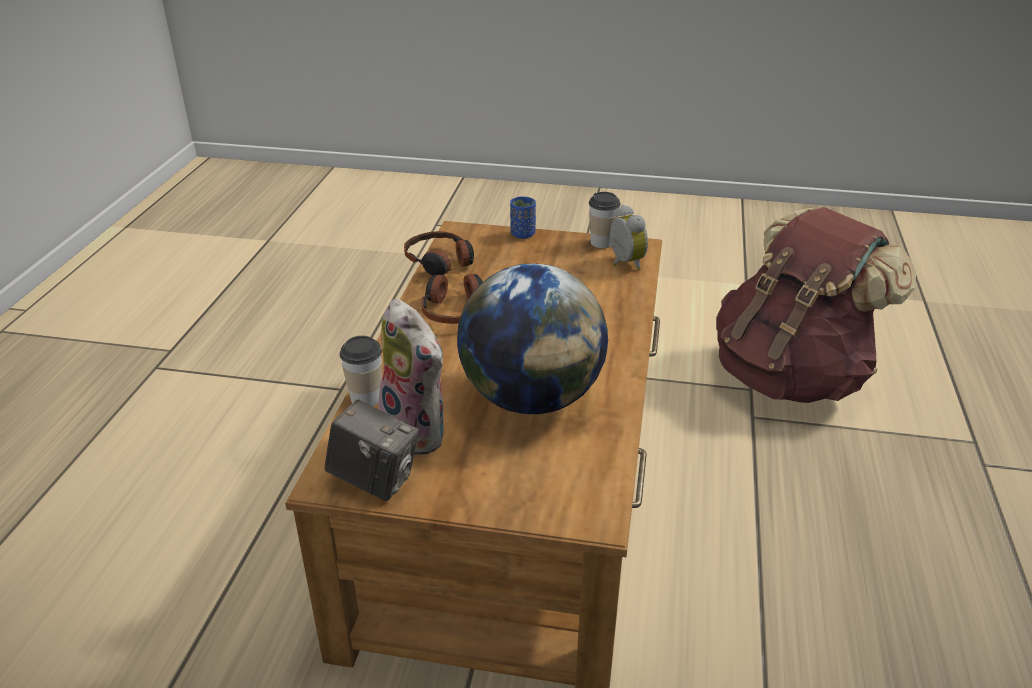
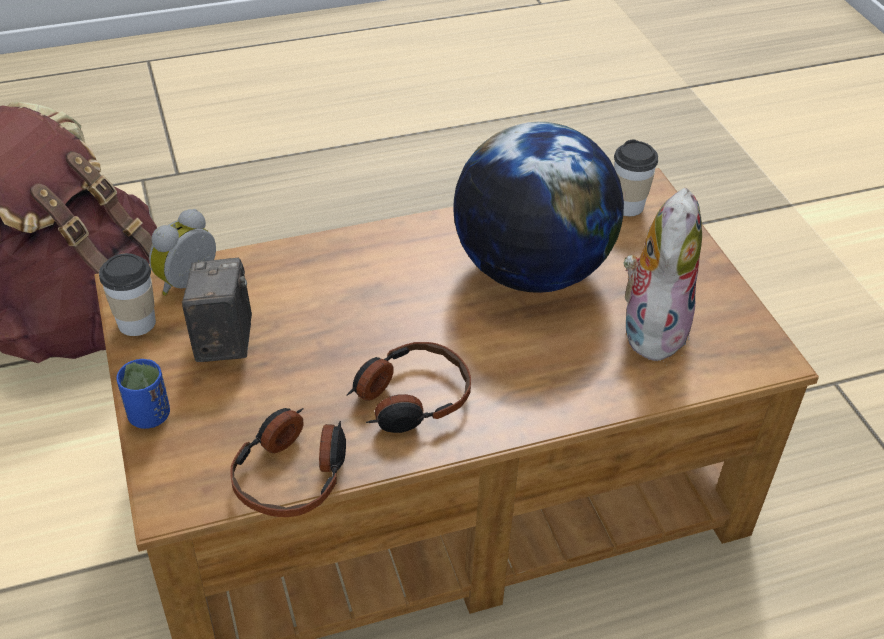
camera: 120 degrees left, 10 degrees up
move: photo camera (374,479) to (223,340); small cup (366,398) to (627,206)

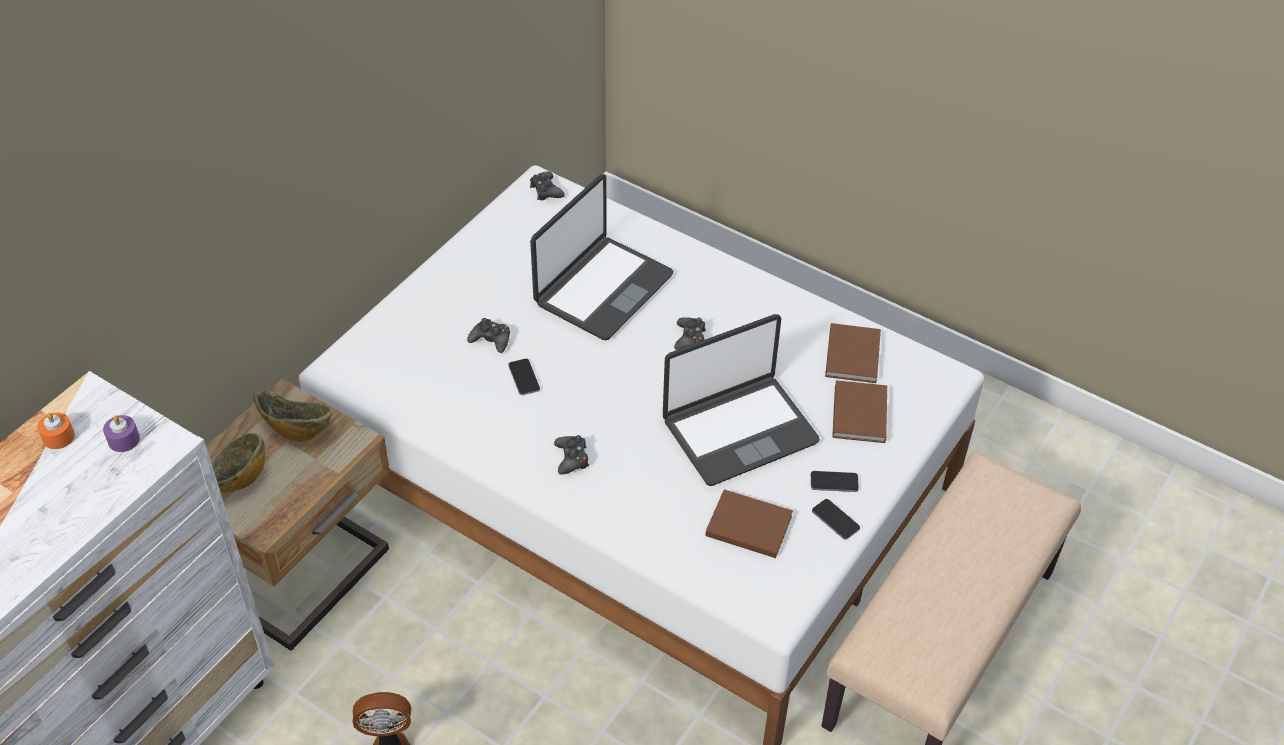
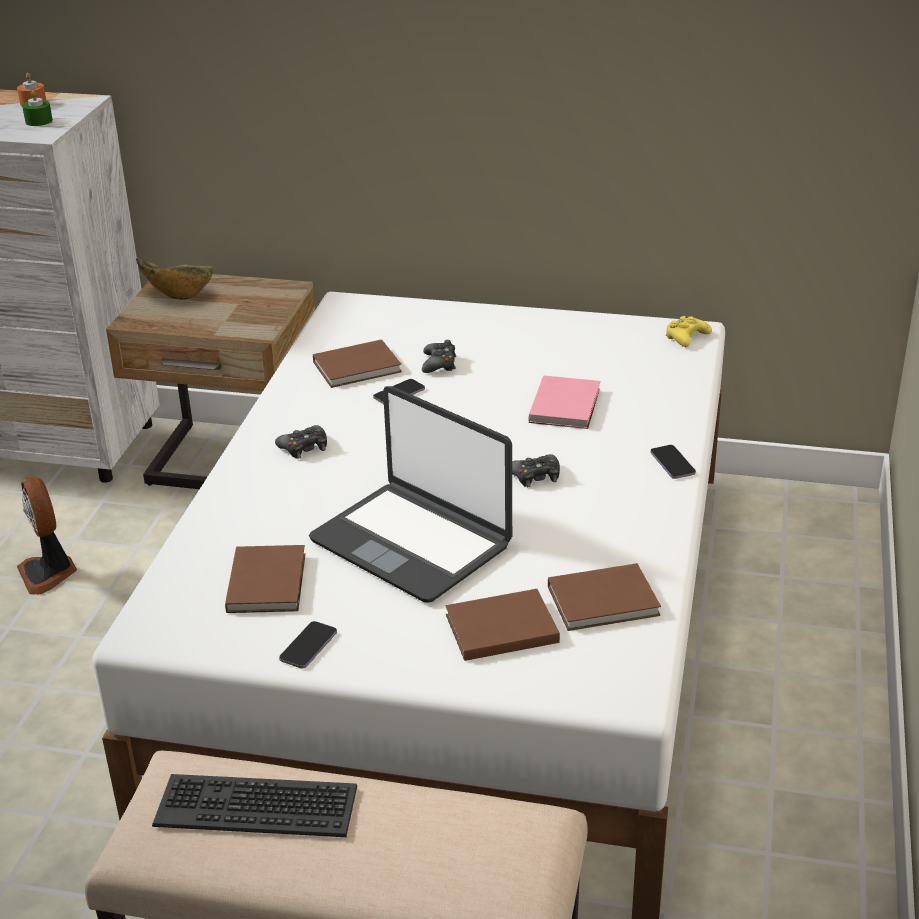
camera: 70 degrees right, 15 degrees down
delete: bowl (296,430)
insert: PC keyboard (257,806); brown-coloured bound book (359,367)
move: phone (834,482) to (672,463)
replace: laptop (602,289) to pink bound book (566,404)
recolor: purple-coloured candle (124,440) to greenish candle (39,121); black gamepad (546,190) to yellow-coloured gamepad (686,337)

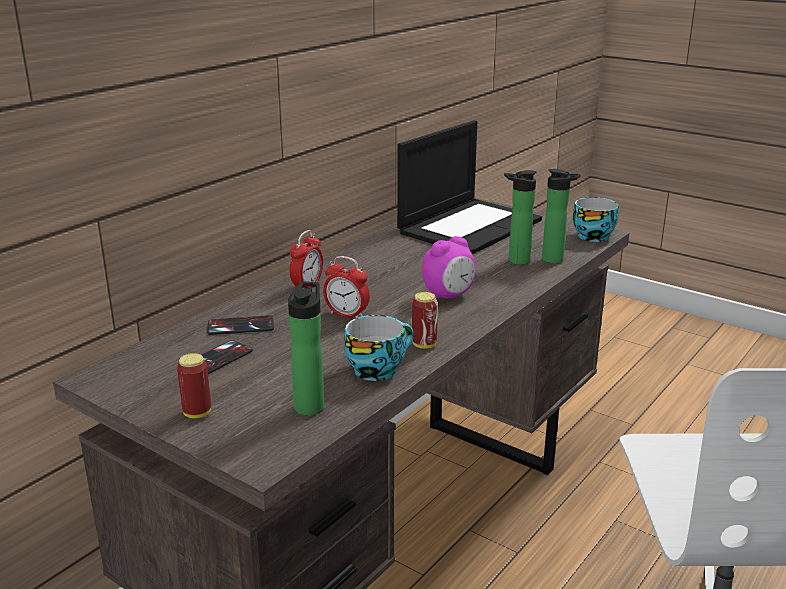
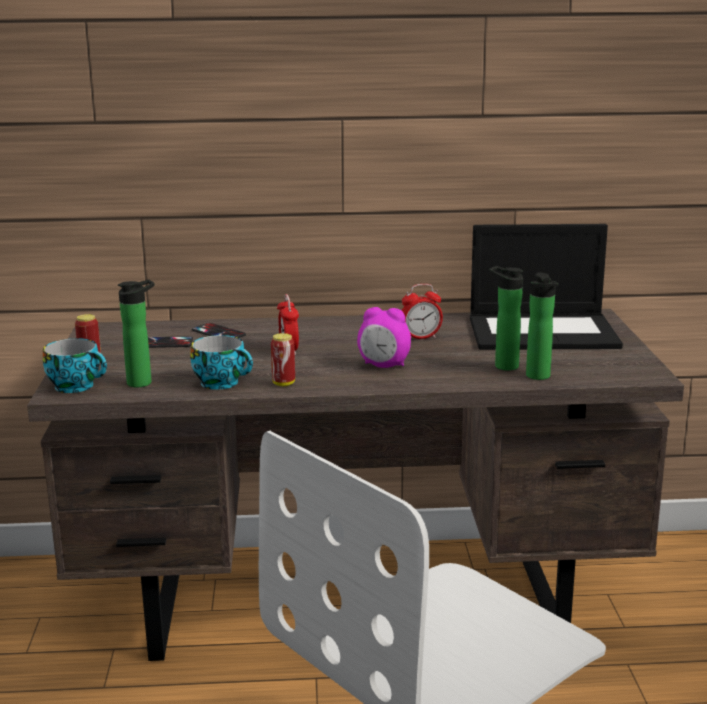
camera: 50 degrees right, 5 degrees down
move: table clock (307,287) to (421,337); small cup (594,235) to (77,386)

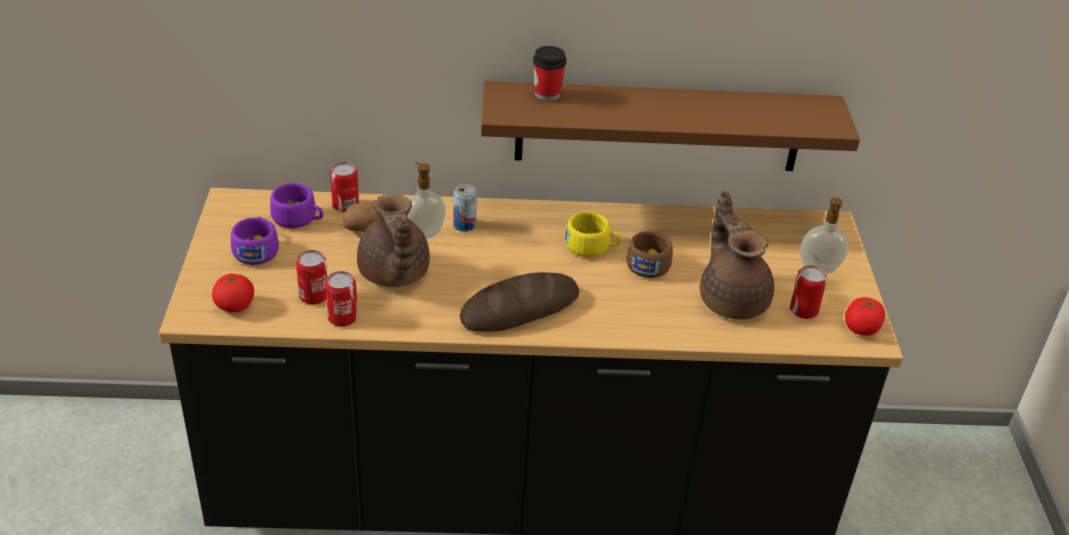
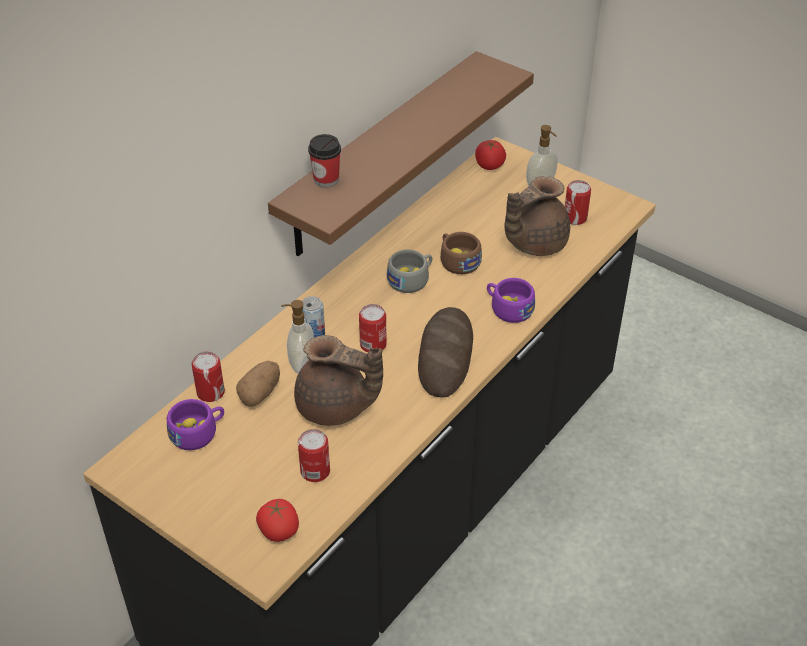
camera: 50 degrees left, 5 degrees up
move: purple-coloured small cup (257,249) to (508,308); metal can (342,317) to (373,344); fresh tomato (861,328) to (489,165)
recolor: yellow-coloured small cup (592,247) to gray small cup (411,279)
rotate: brown-coloured pot for tea (732,298) = (533,243) 60 degrees counterclockwise

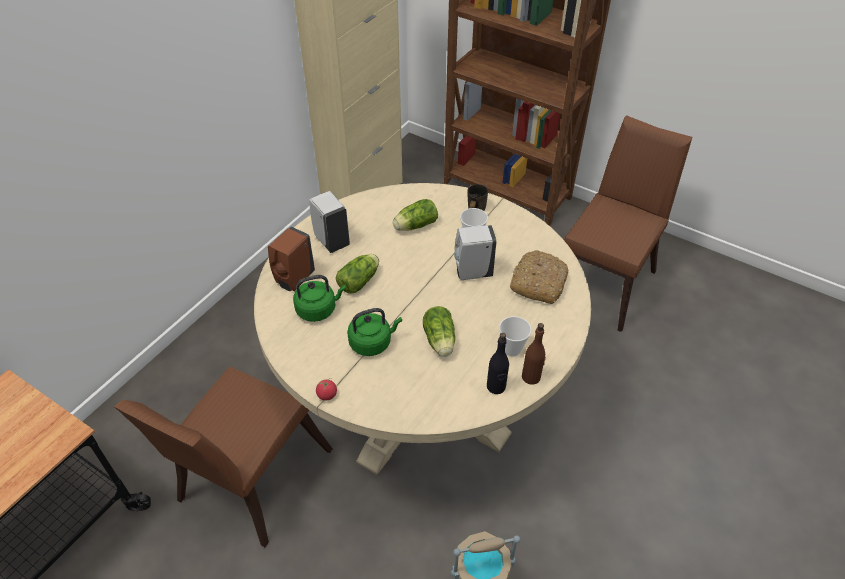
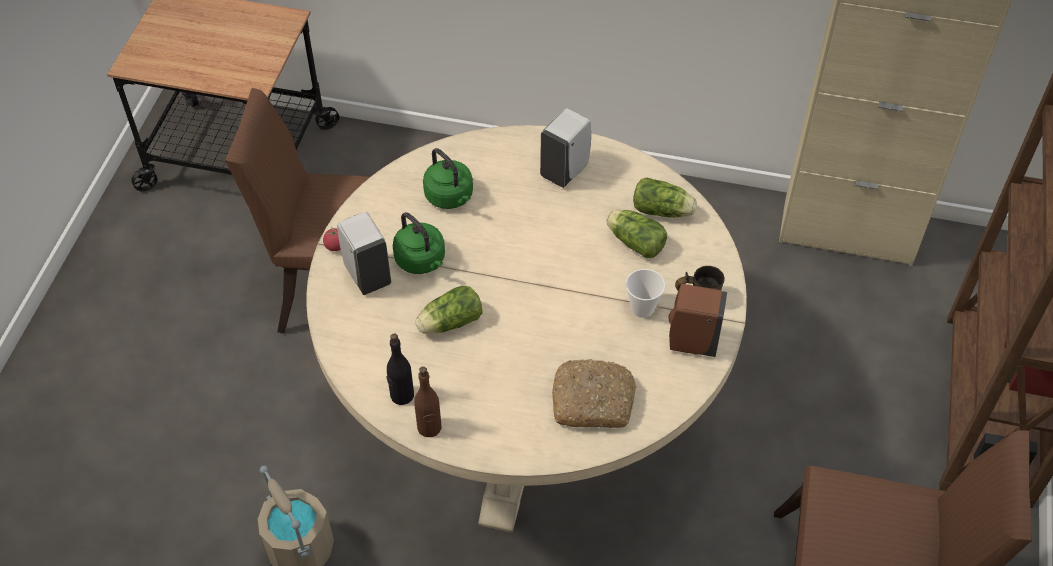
camera: 70 degrees right, 5 degrees up
delete: small cup (512,349)
move: brown-coloured soap bottle (294,280) to (690,343); lettuce (360,280) to (664,211); white-coloured soap bottle (471,273) to (367,274)

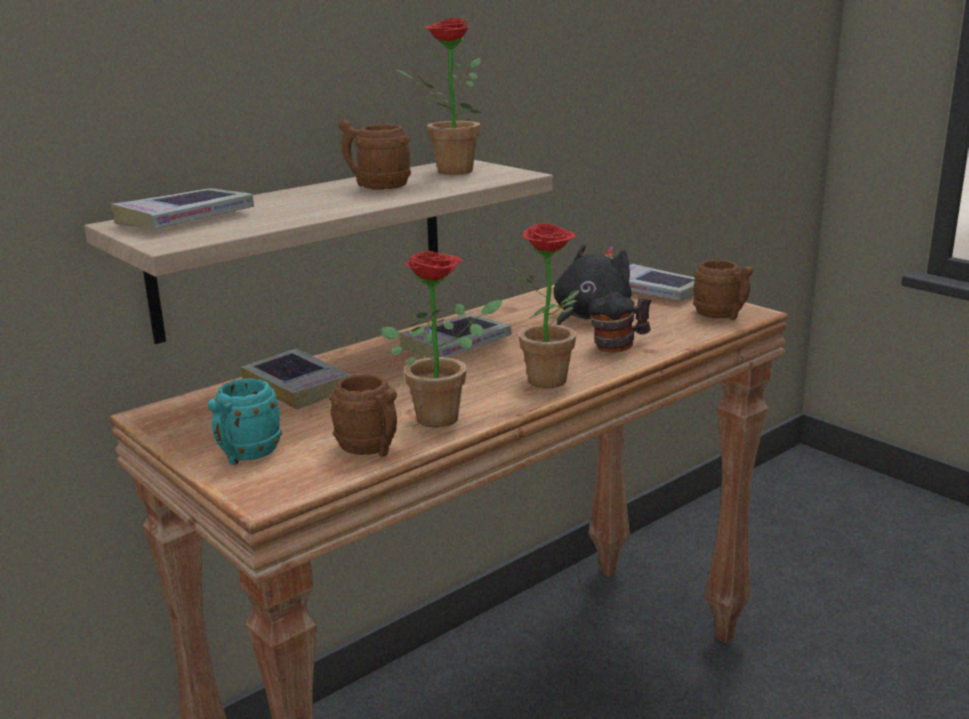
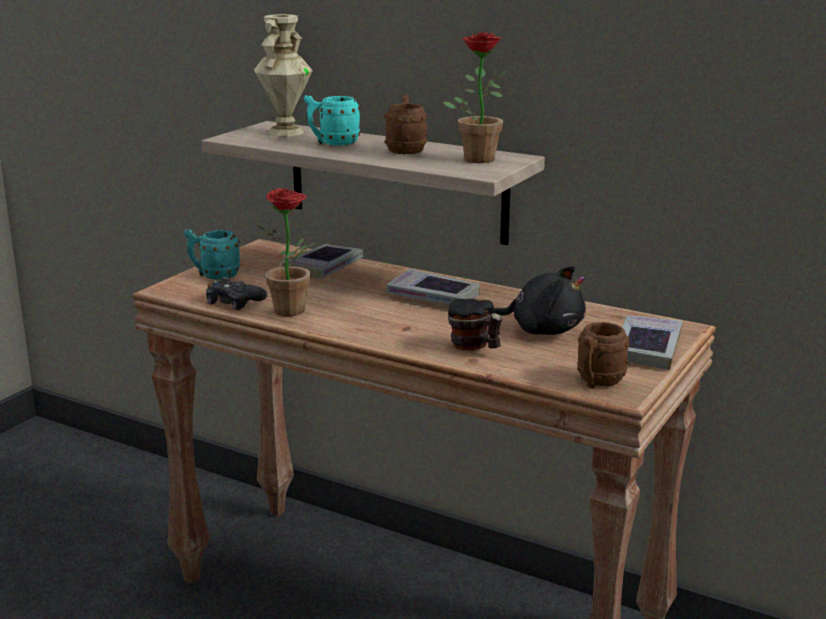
camera: 70 degrees right, 0 degrees up
delete: plant in a pot (553,383)
insert: turquoise coffee mug (332,143)
replace: bound book (185,219) to beige flower vase (285,132); brown-coloured coffee mug (372,449) to black gamepad (234,302)

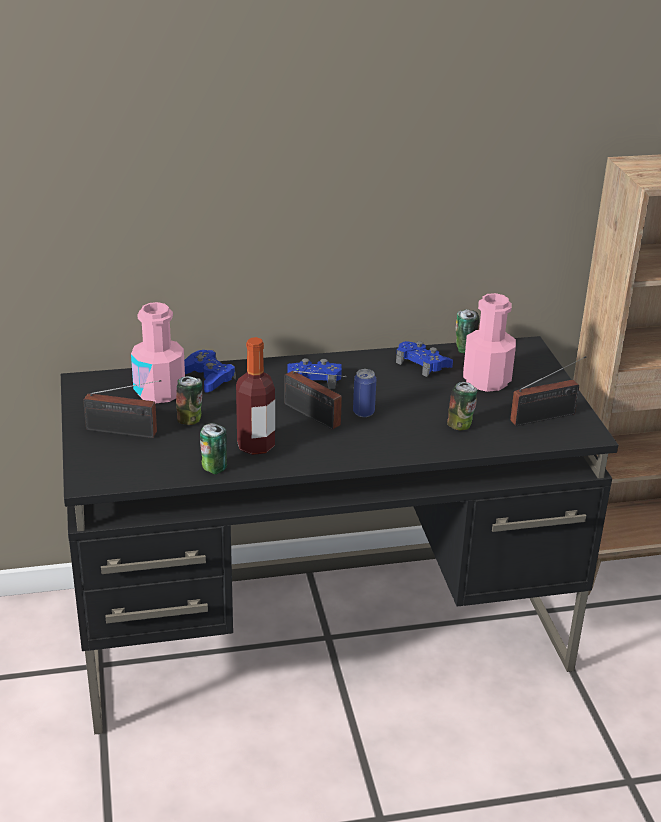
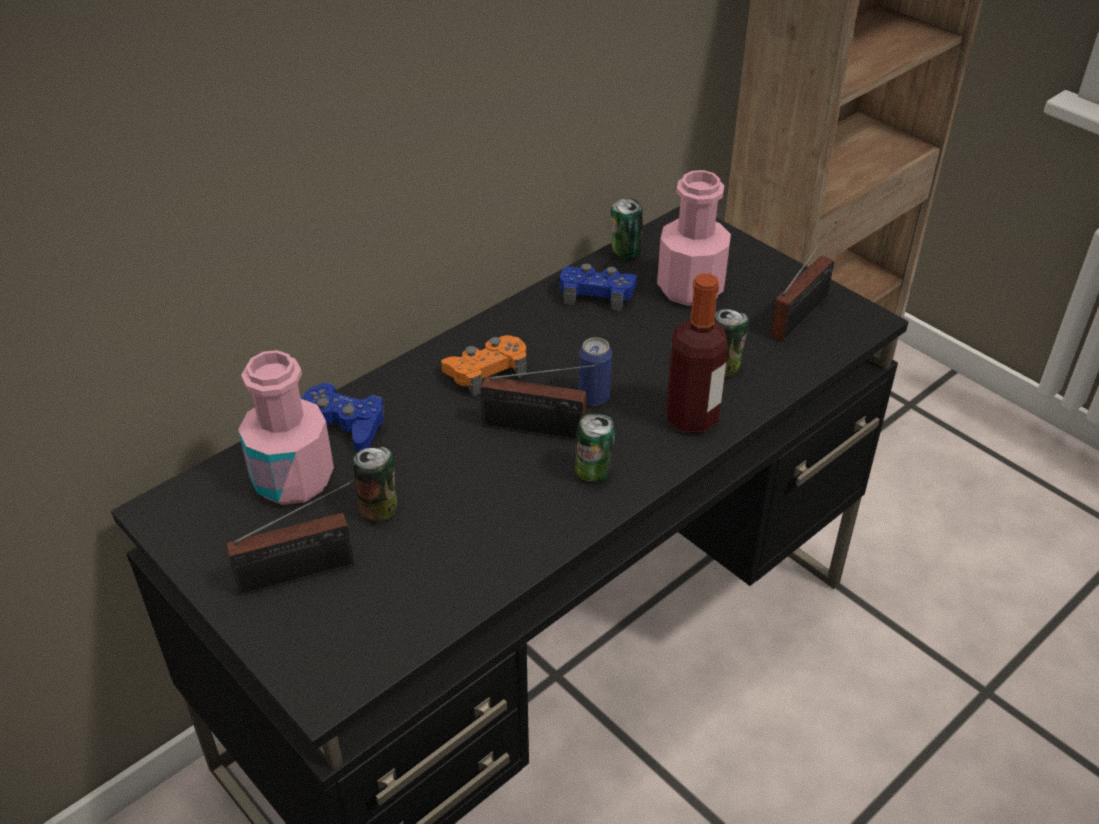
camera: 30 degrees left, 10 degrees up
move: metal can (214,468) to (593,473); bottle (256,446) to (691,418)
recolor: blue gamepad (314,379) to orange gamepad (486,371)

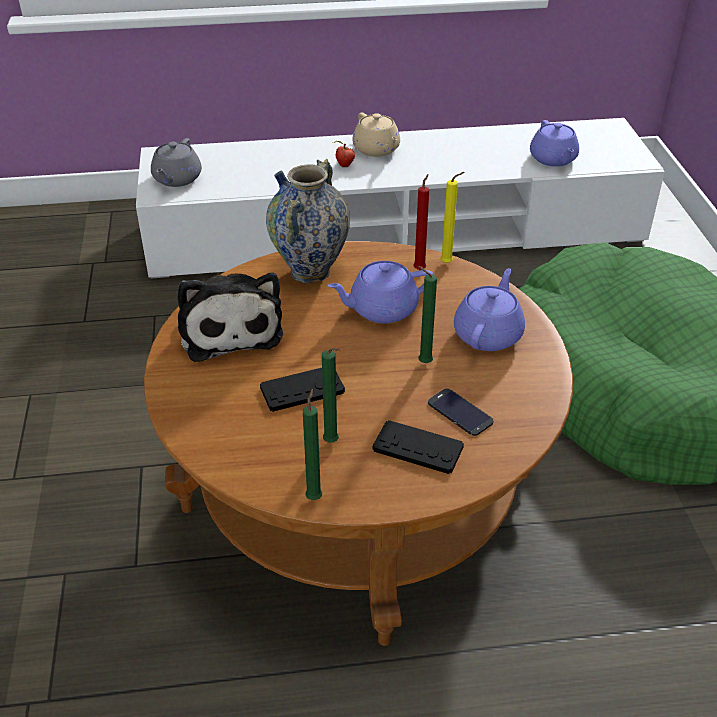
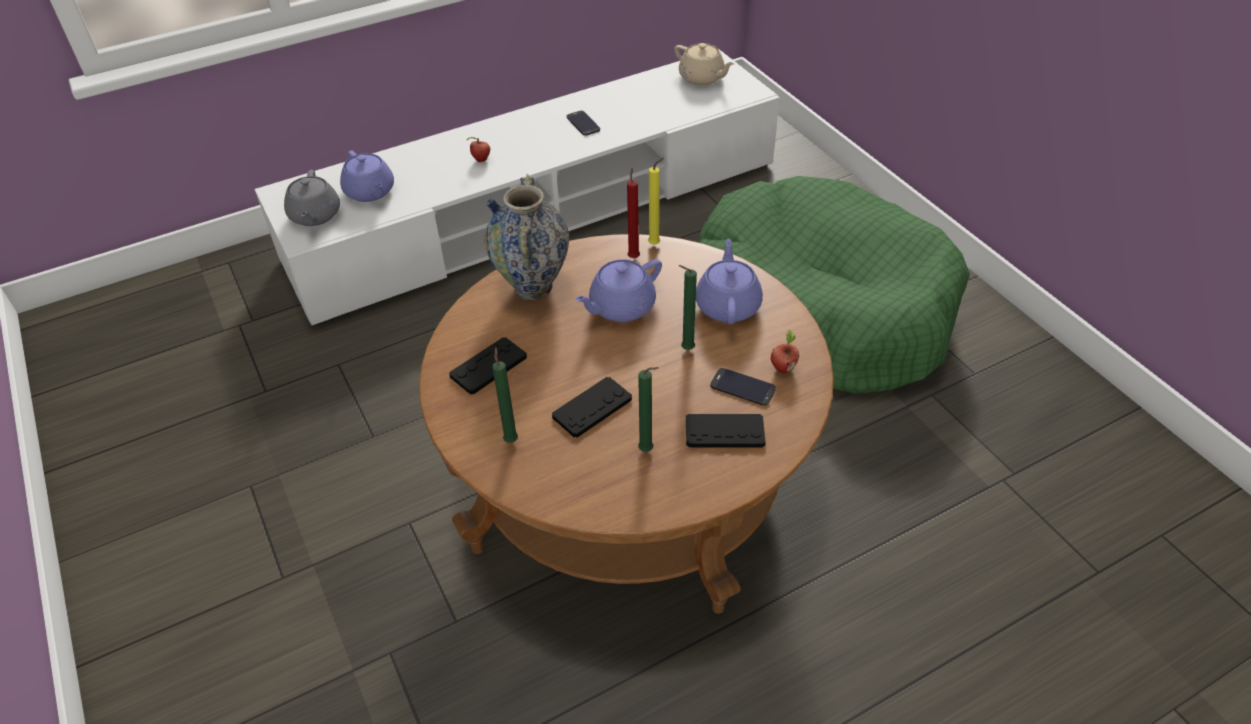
camera: 20 degrees left, 5 degrees up
insert: phone (583,123); apple (782,368)
move: greenish candle (315,496) to (511,439); beige pot for tea (376,150) to (702,78); purple-coloured pot for tea (553,159) to (370,192)
replace: soft toy (230,328) to black gamepad (488,367)

